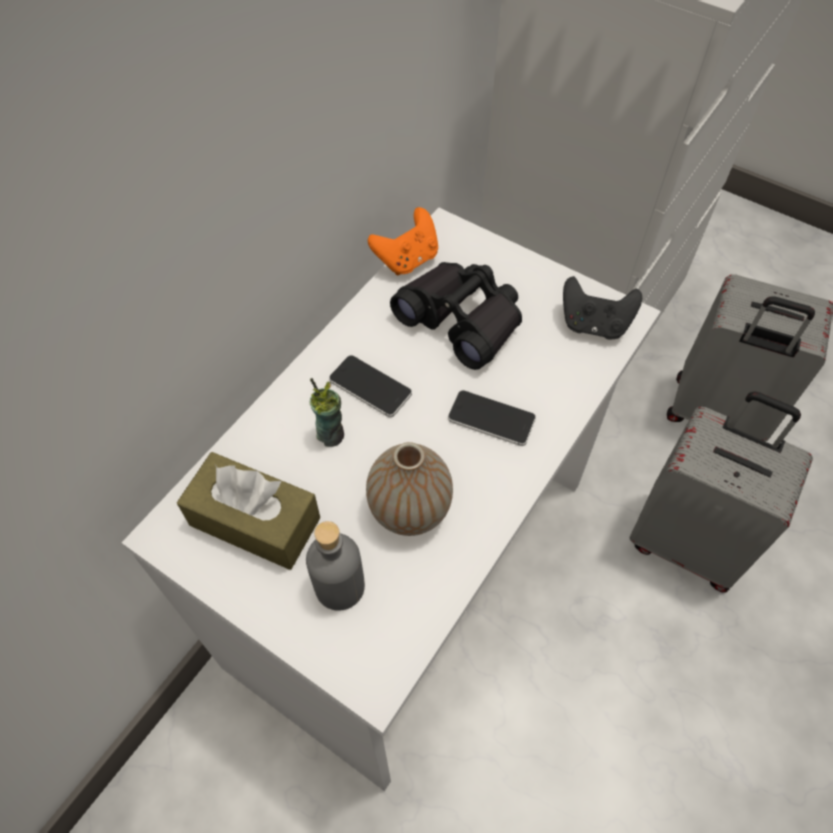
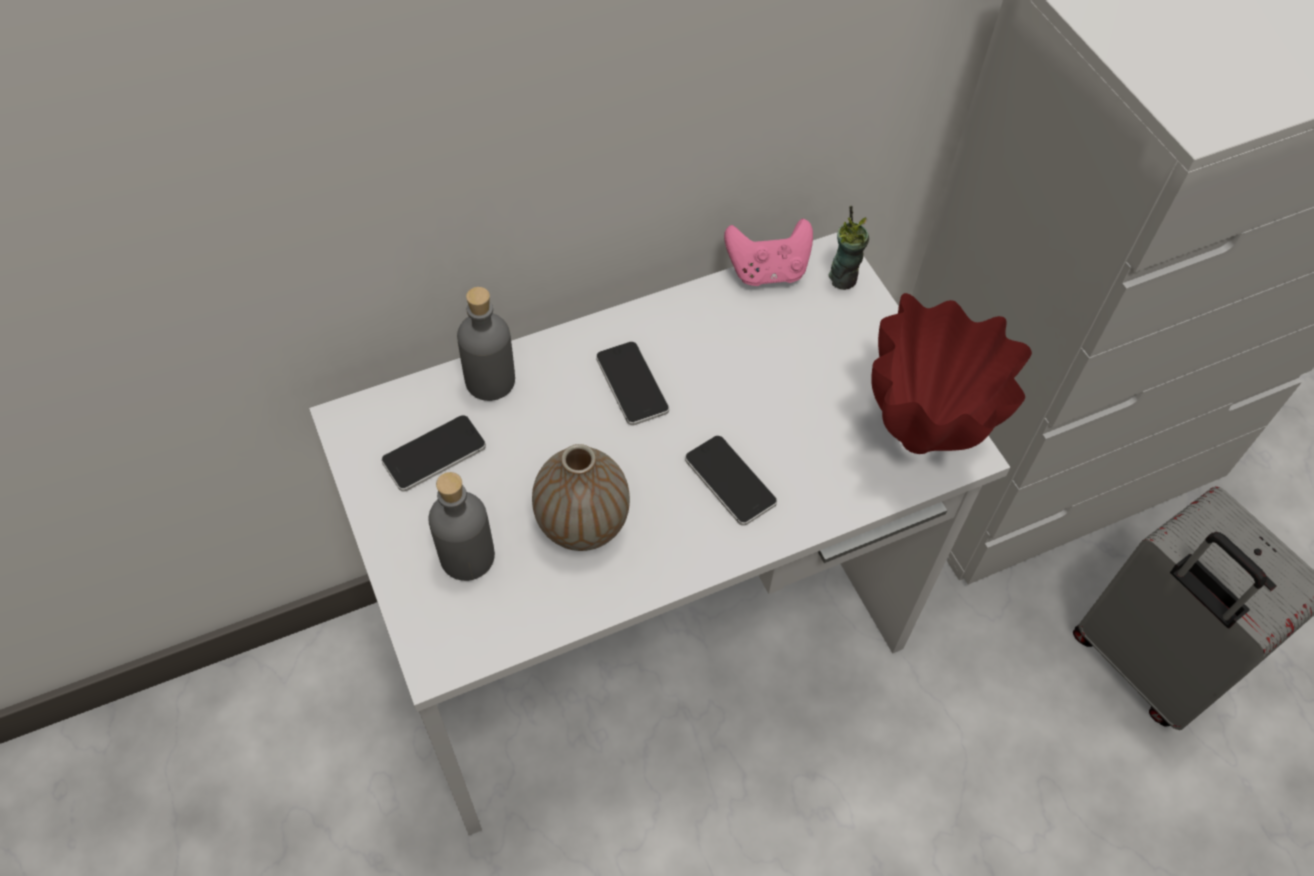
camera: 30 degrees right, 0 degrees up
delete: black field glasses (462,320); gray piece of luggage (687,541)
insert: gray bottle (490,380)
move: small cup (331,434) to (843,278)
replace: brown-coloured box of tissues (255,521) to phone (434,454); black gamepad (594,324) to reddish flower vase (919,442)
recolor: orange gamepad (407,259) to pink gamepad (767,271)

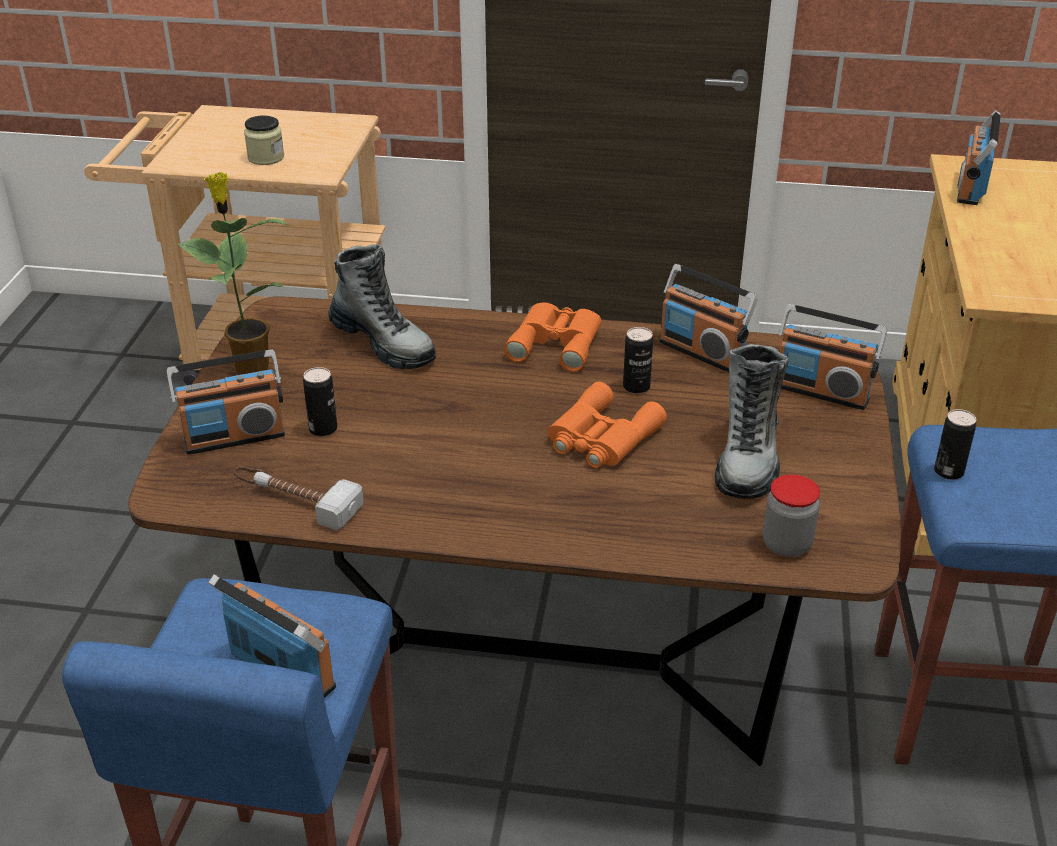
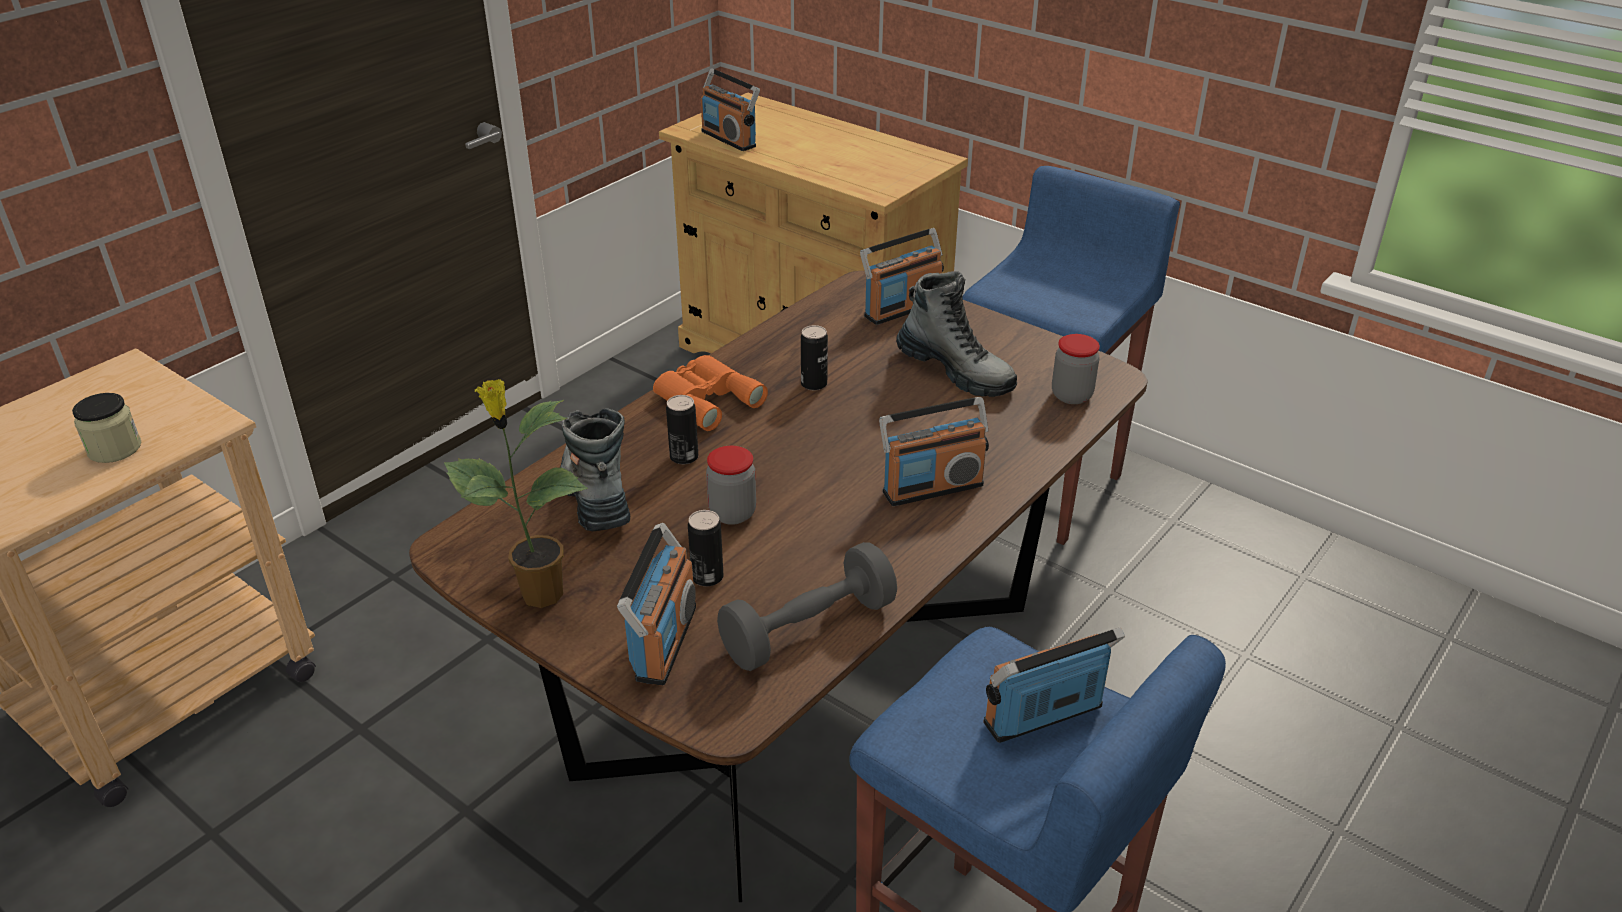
camera: 60 degrees left, 0 degrees up
delete: orange field glasses (600,438)
insert: jar (732,513)
move: radio (702,352) to (932,488); metal can (948,472) to (684,457)
replace: hammer (294,499) to gray dumbbell (808,629)
rotate: boot (383,343) = (596,494) 90 degrees counterclockwise

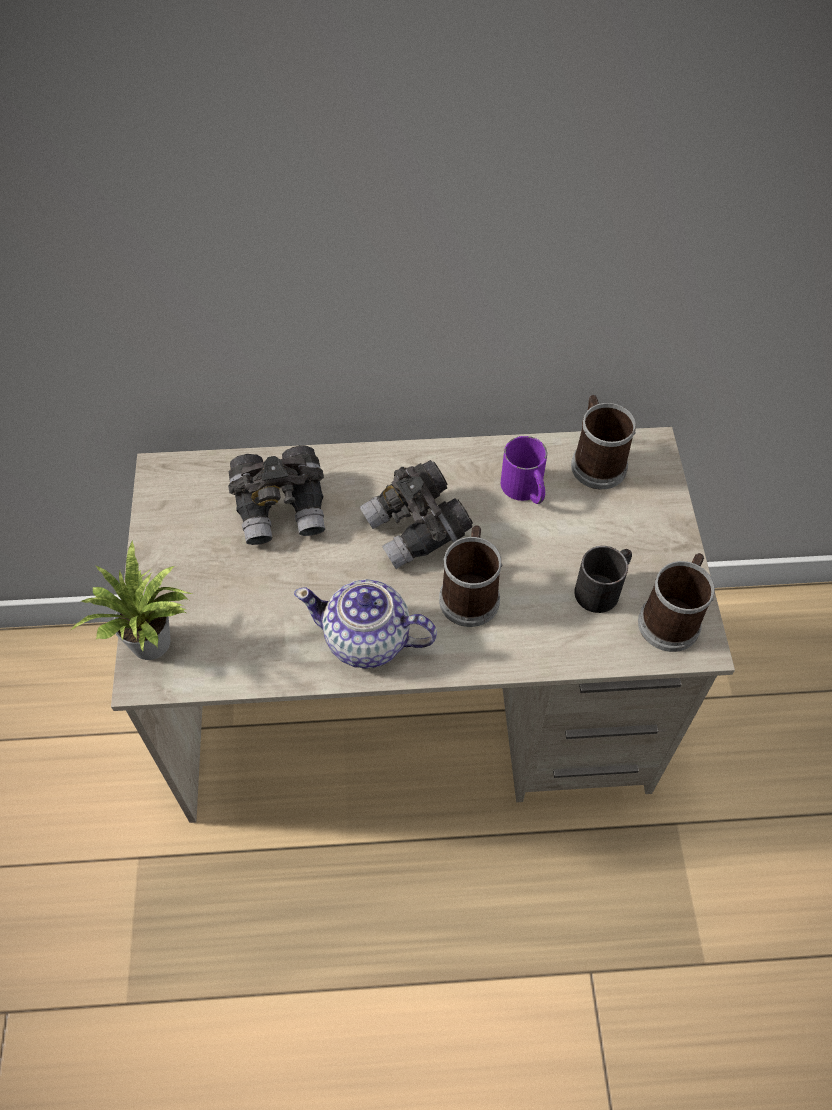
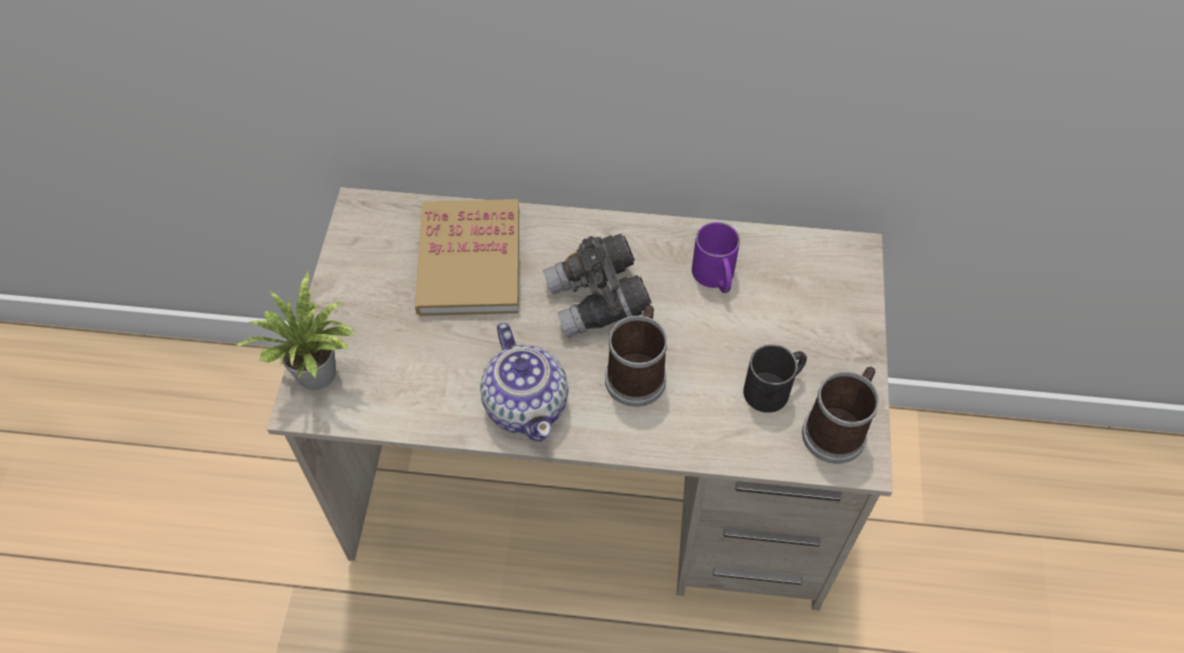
camera: 10 degrees right, 0 degrees up
delete: coffee mug (596,461)
replace: gray field glasses (282,508) to bound book (469,261)
rotate: pot for tea (368,640) = (526,404) 135 degrees counterclockwise

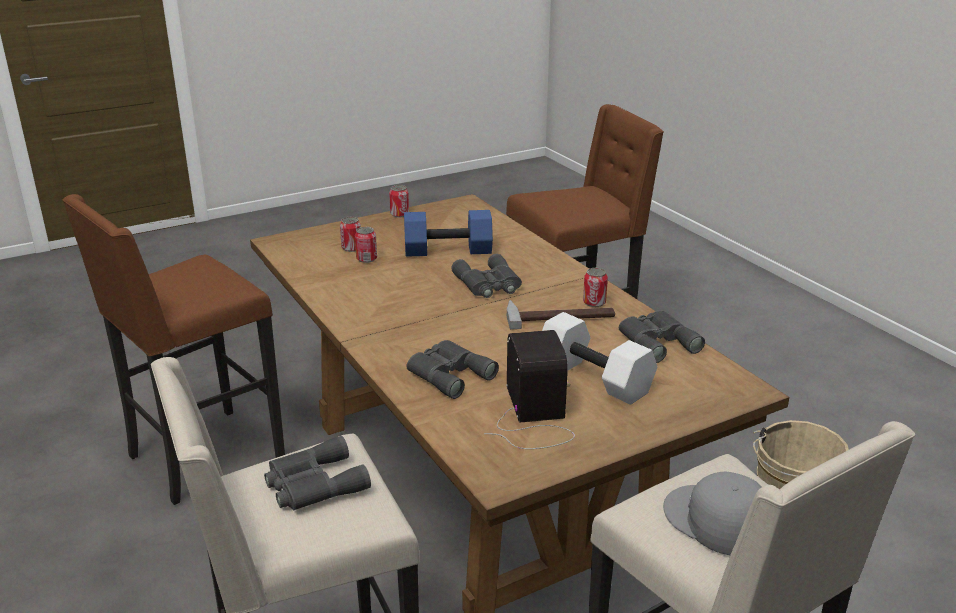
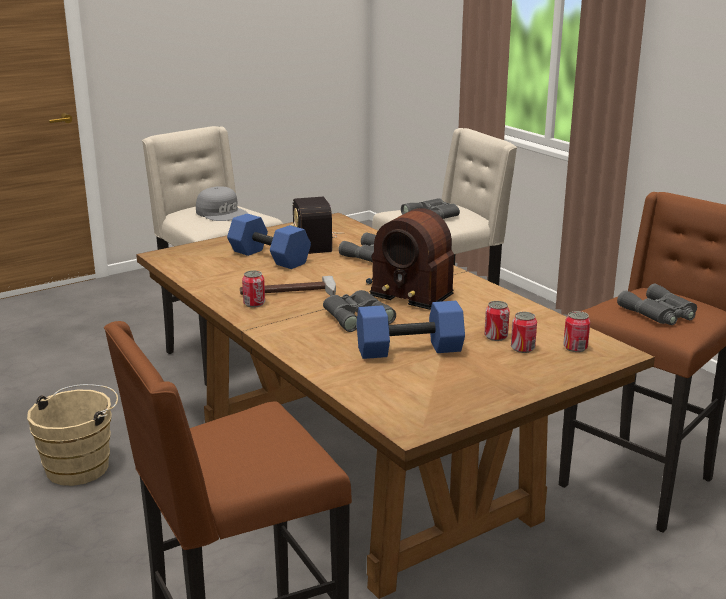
camera: 175 degrees right, 5 degrees down
insert: radio (409,288)
move: metal can (399,214) to (575,348); gray field glasses (656,341) to (659,313)
recolor: white-coloured dumbbell (596,378) to blue dumbbell (267,257)

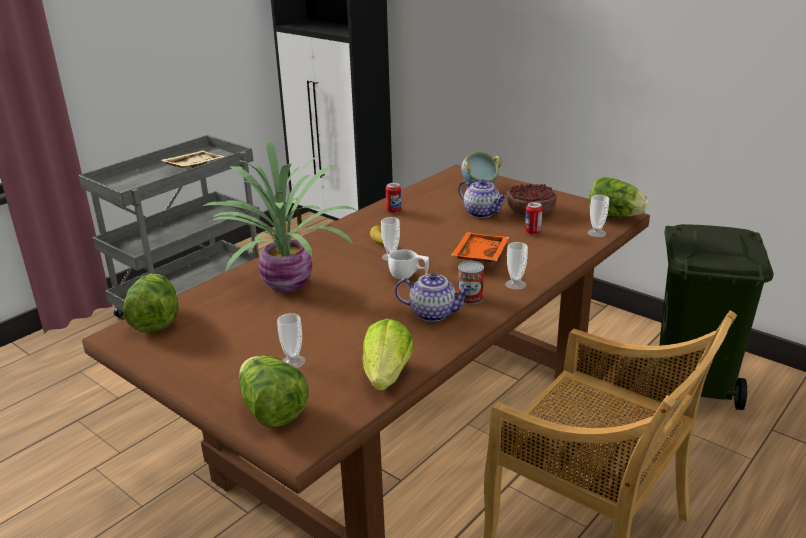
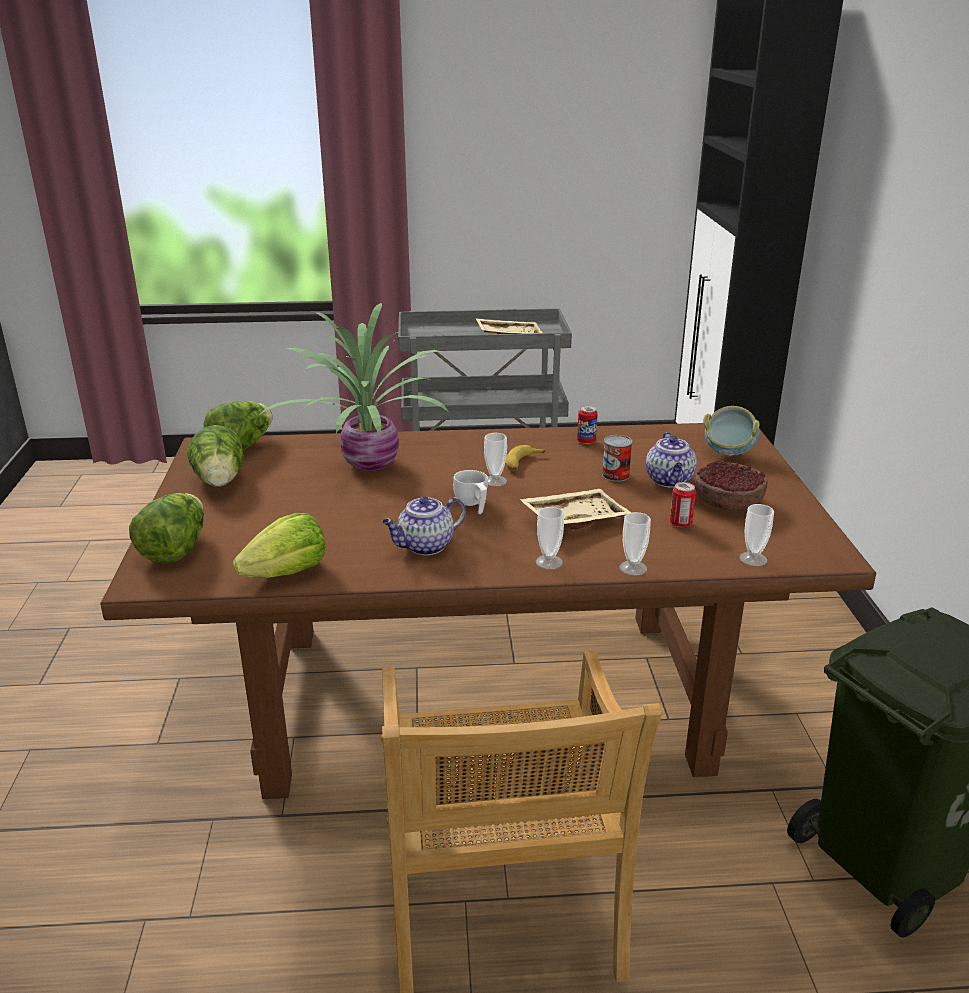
camera: 45 degrees right, 0 degrees up
move: small cup (293,362) to (633,568); metal can (470,298) to (615,475); lettuce (614,217) to (220,482)
recolor: orange serving tray (479,256) to beige serving tray (574,519)
rotate: pot for tea (434,313) = (425,546) 90 degrees clockwise

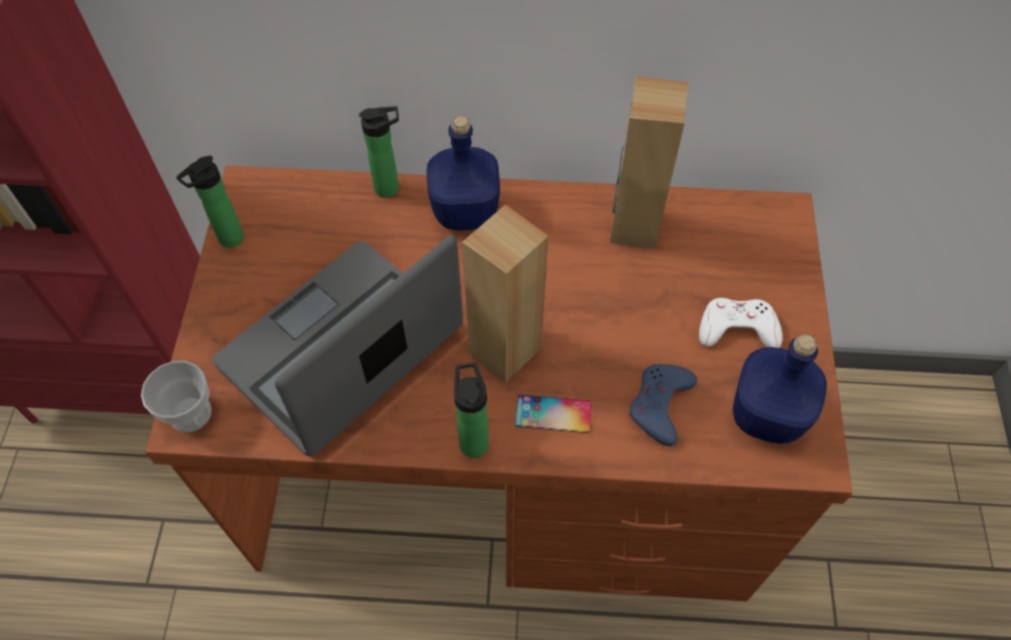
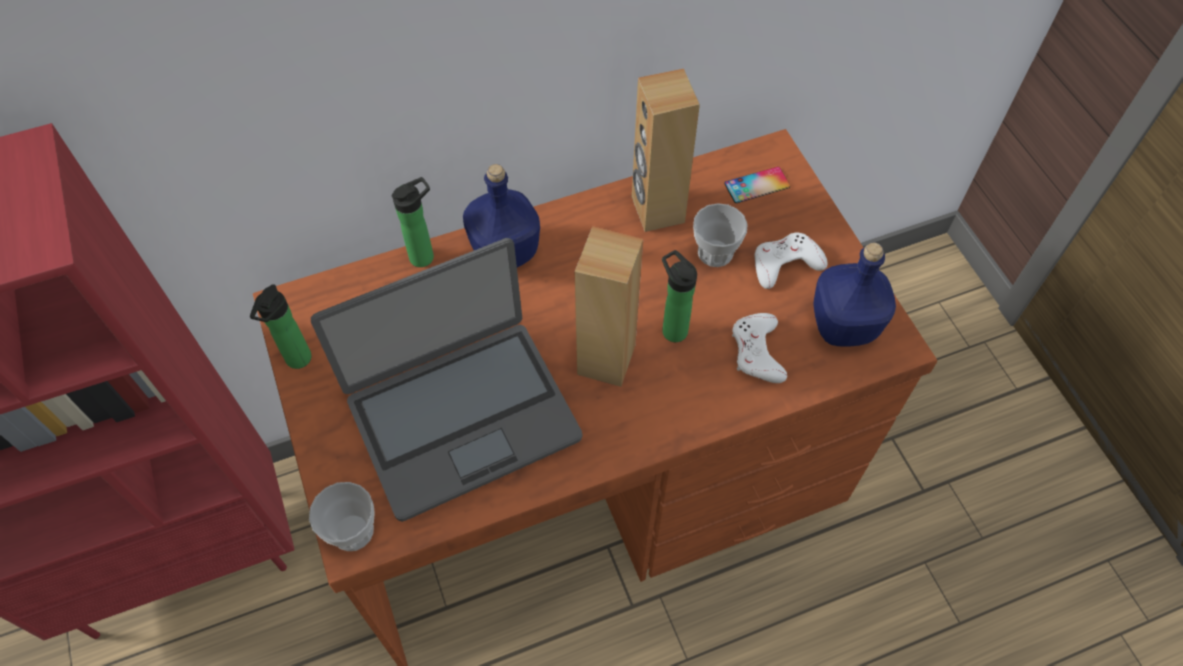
camera: 25 degrees left, 0 degrees up
insert: small cup (715,252)
move: bottle (473,440) to (672,328); phone (553,414) to (757,185)
recolor: blue gamepad (660,405) to white-coloured gamepad (757,352)
rotate: laptop (342,349) = (462,416) 135 degrees counterclockwise

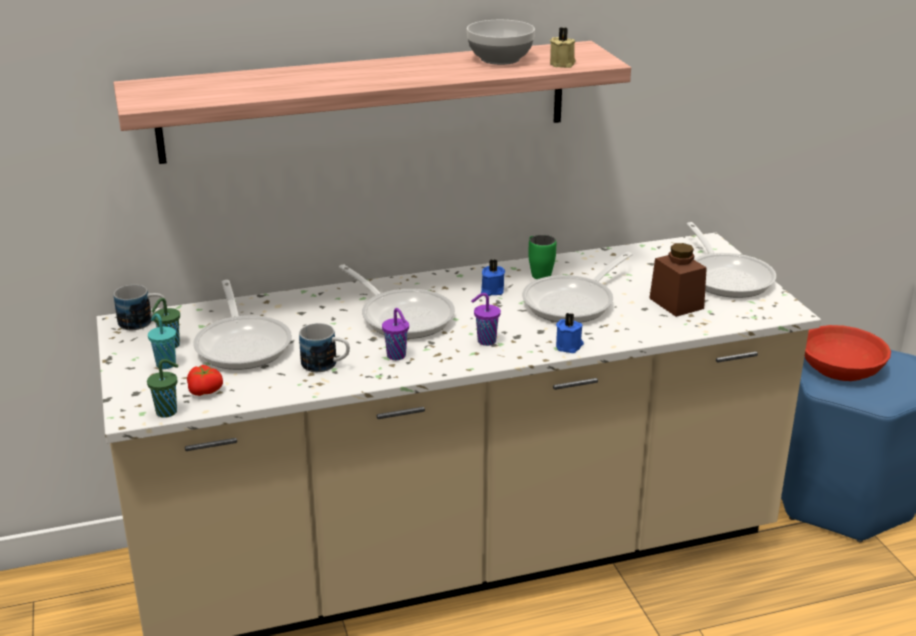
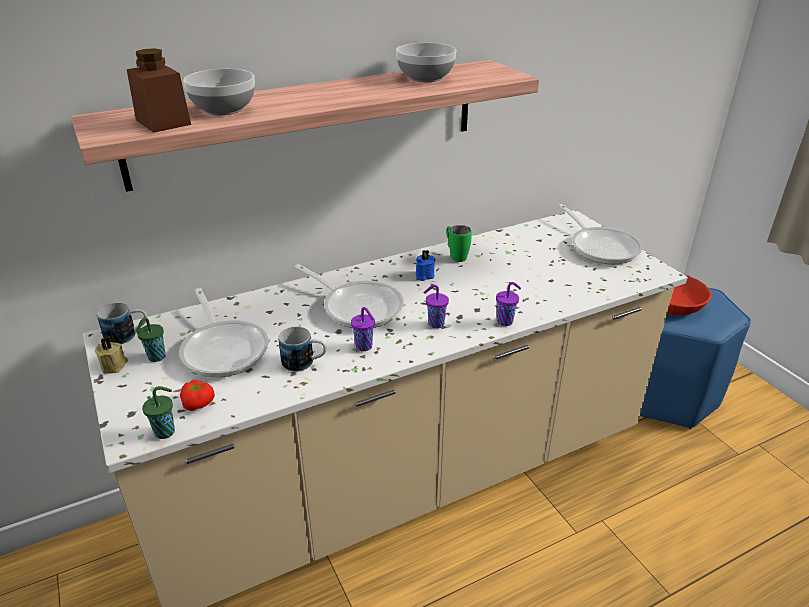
camera: 10 degrees left, 5 degrees up
delete: turquoise small cup (165,364); pan (574,302)
insert: bowl (223,109)
move: beige candle (563,64) to (114,365); brown-coloured jar (676,303) to (163,122)
replace: blue candle (569,346) to purple-coloured small cup (506,321)

